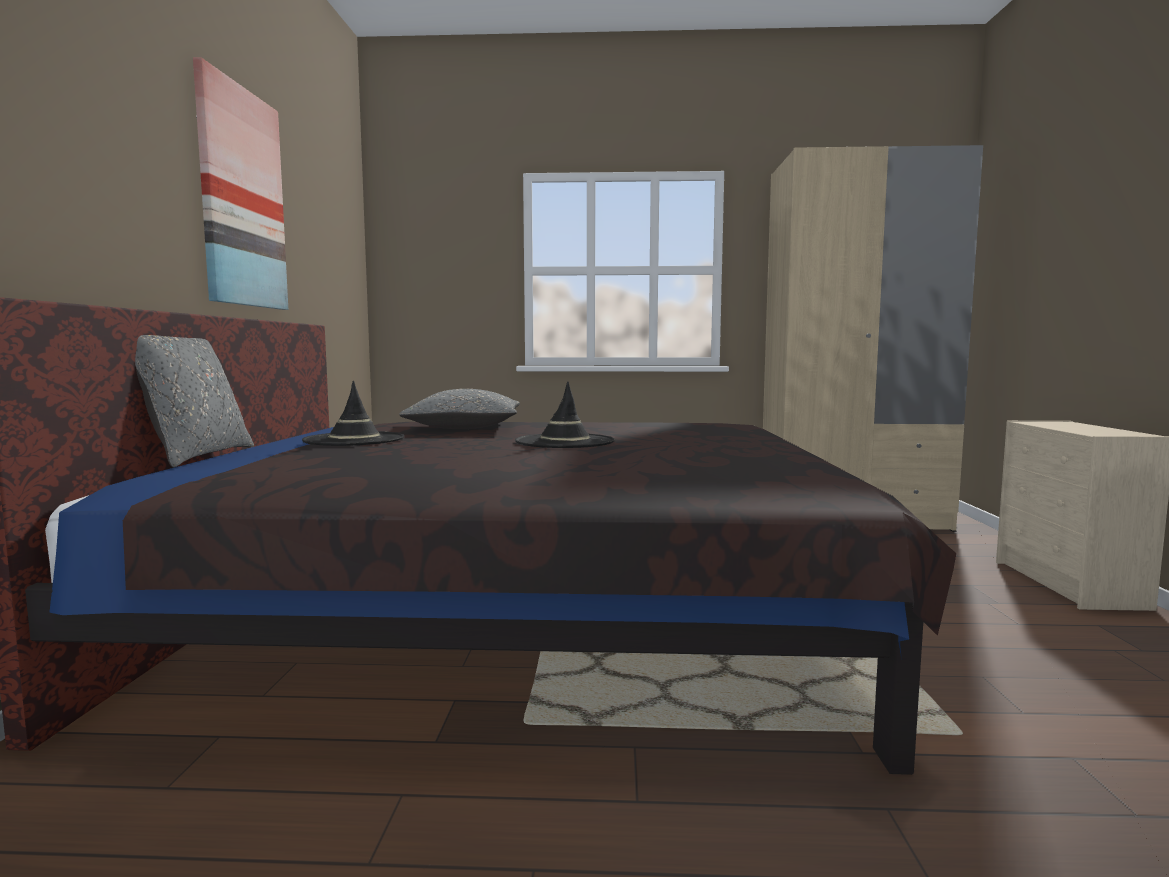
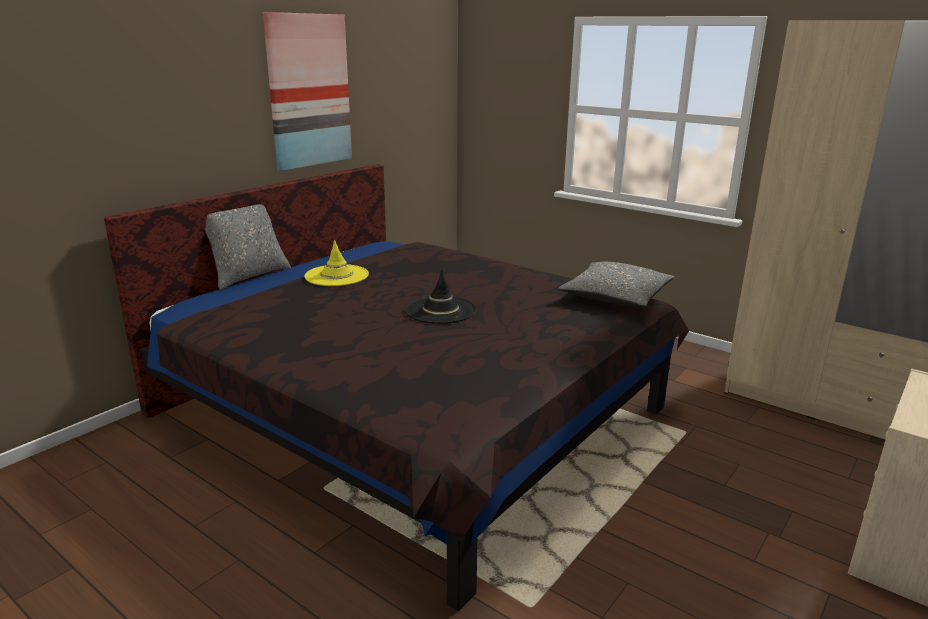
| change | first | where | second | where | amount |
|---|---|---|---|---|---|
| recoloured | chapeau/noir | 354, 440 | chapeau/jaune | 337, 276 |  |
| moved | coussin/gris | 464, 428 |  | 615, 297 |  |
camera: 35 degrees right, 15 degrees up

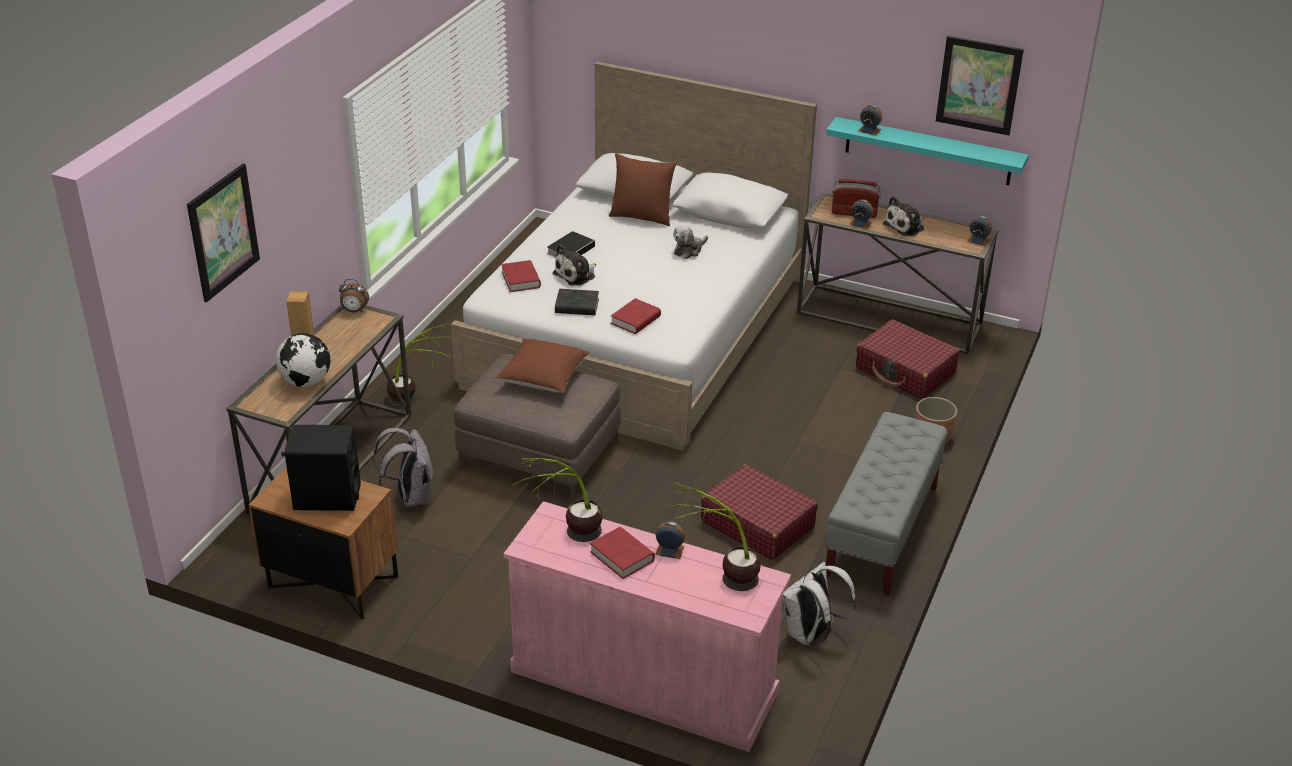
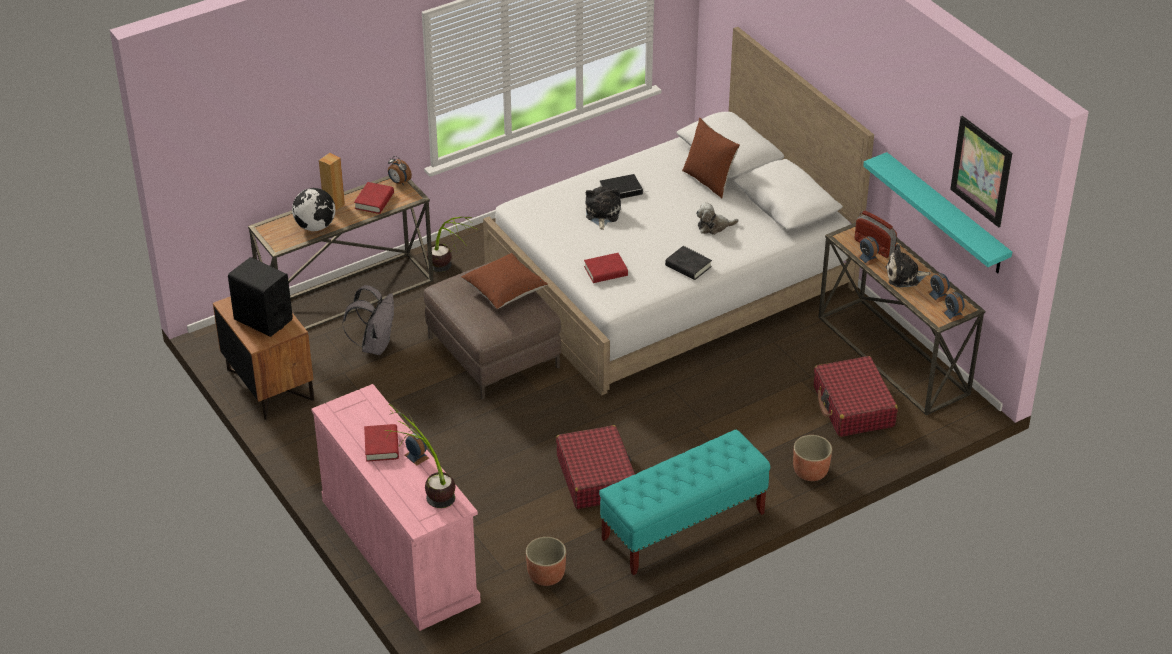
| change | first | where | second | where | amount |
|---|---|---|---|---|---|
| moved | réveil | 869, 130 |  | 938, 295 |  |
| removed | tableau | 223, 232 |  |  |  |
| turned | peluche | 576, 275 |  | 602, 214 | 105 degrees clockwise |
| moved | livre/rouge | 521, 280 |  | 374, 201 |  |
| moved | livre/noir | 577, 306 |  | 688, 266 |  |
| recoloured | banc/gris | 882, 532 | banc/turquoise | 683, 527 |  |
| removed | plante en pot | 565, 537 |  |  |  |
| replaced | sac à dos/blanc | 811, 635 | cache-pot | 546, 575 |  |
camera: 35 degrees right, 5 degrees up

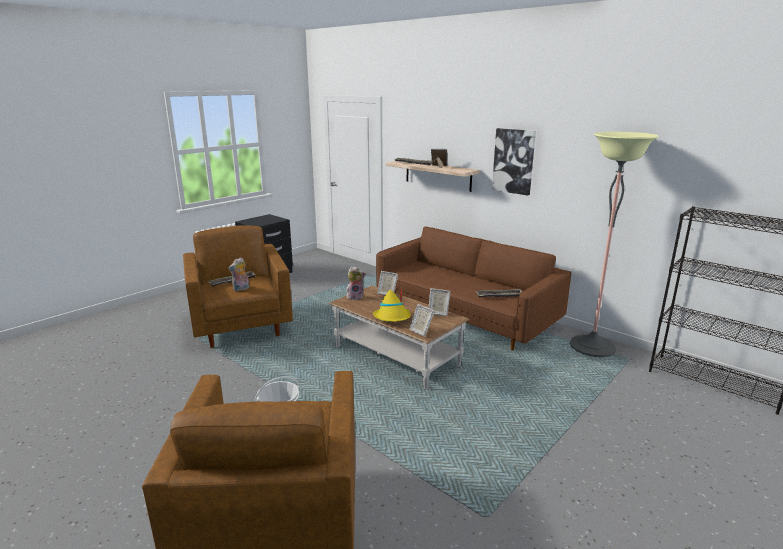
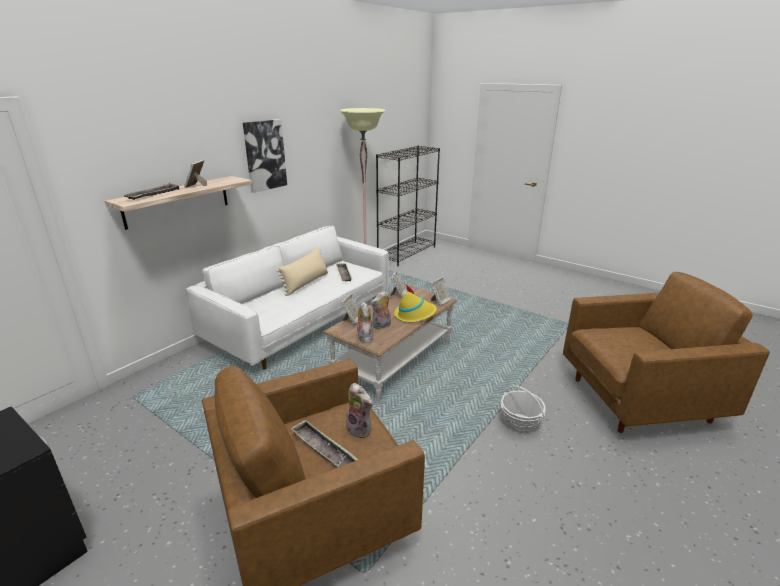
| change | first | where | second | where | amount |
|---|---|---|---|---|---|
| recoloured | canapé/marron | 465, 315 | canapé/blanc | 301, 322 |  |
| added |  |  | coussin/beige | 306, 283 |  |
| added |  |  | peluche | 381, 326 |  |
camera: 95 degrees left, 5 degrees up

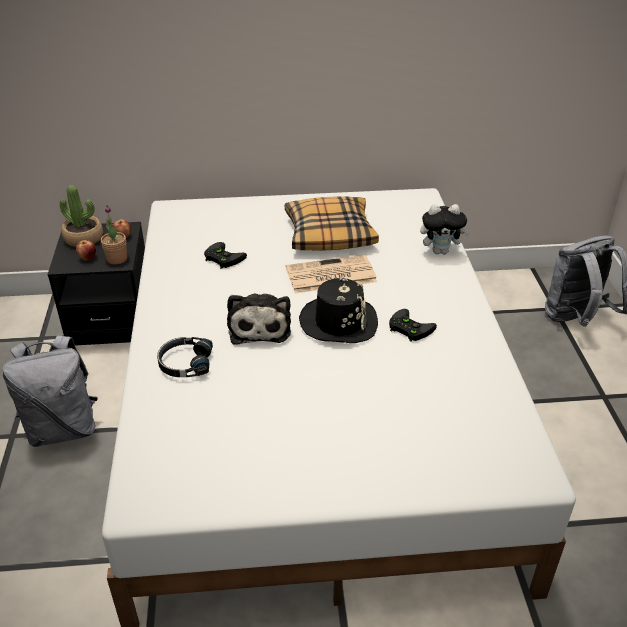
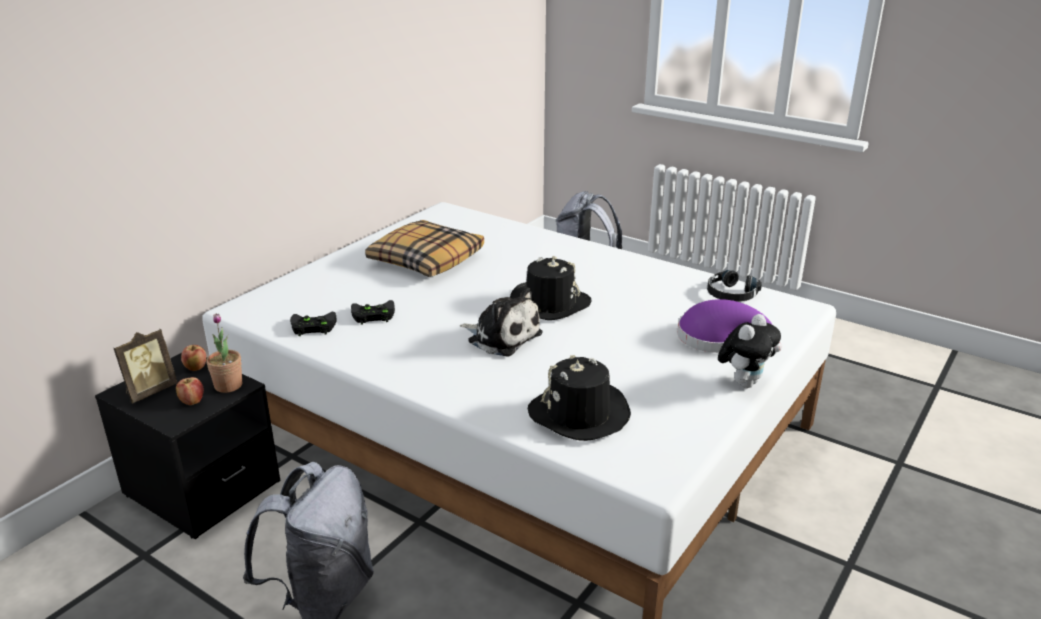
| change | first | where | second | where | amount |
|---|---|---|---|---|---|
| replaced | plante en pot | 84, 238 | cadre photo | 150, 391 |  |
| moved | peluche | 441, 251 |  | 744, 382 |  |
| removed | journal | 329, 275 |  |  |  |
| moved | manette/noir | 408, 328 |  | 312, 327 |  |
| moved | casque audio/noir | 185, 363 |  | 731, 294 |  |
| added |  |  | chapeau/violet | 718, 339 |  |
| added |  |  | chapeau/noir | 579, 414 |  |
camera: 50 degrees left, 10 degrees down

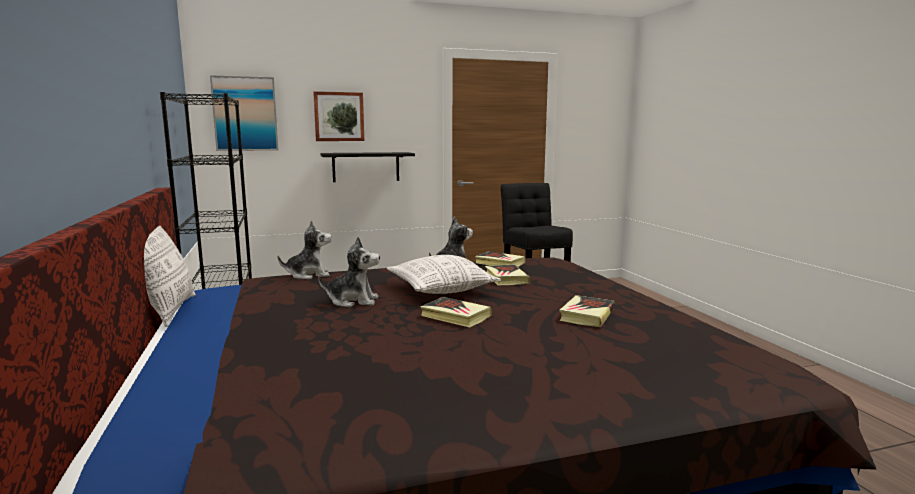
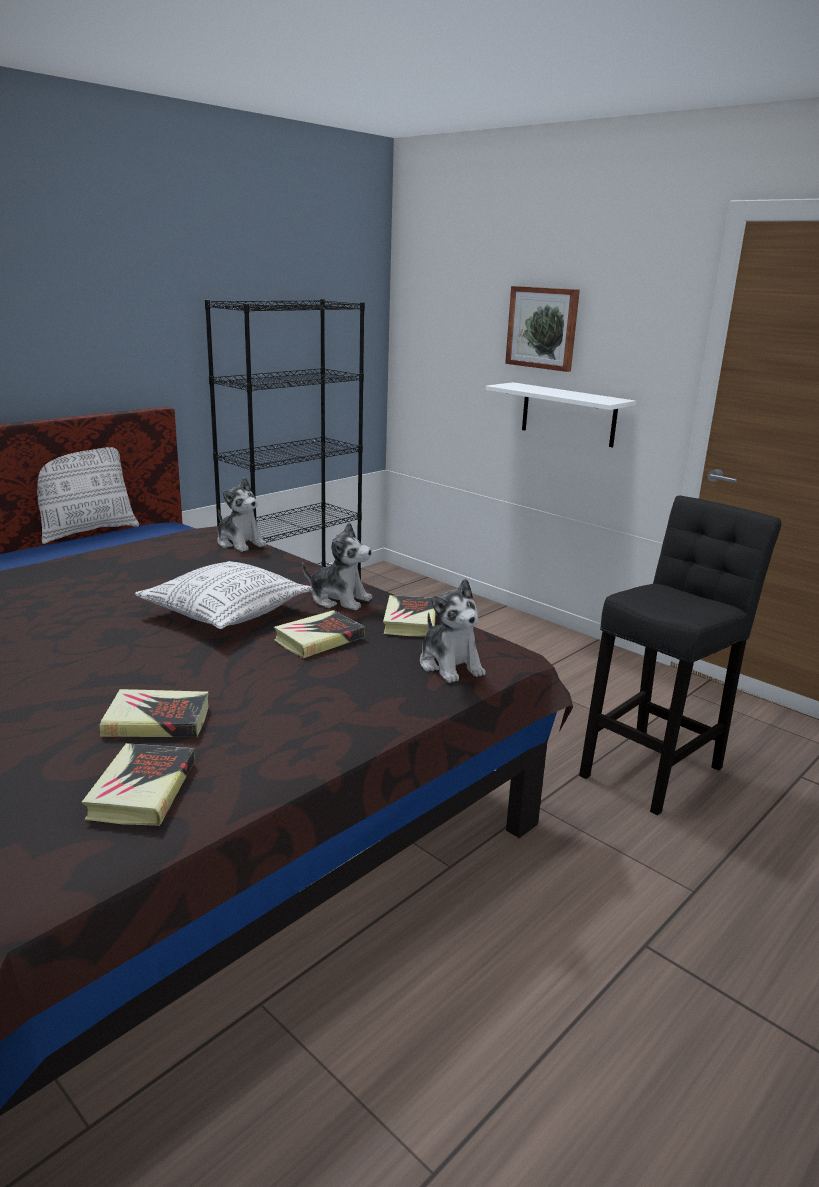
| change | first | where | second | where | amount |
|---|---|---|---|---|---|
| removed | tableau | 245, 114 |  |  |  |
| recoloured | étagère/noir | 366, 167 | étagère/blanc | 568, 414 |  |
| moved | peluche | 353, 301 |  | 450, 665 |  |
| moved | livre | 455, 316 |  | 142, 790 |  |
camera: 60 degrees right, 10 degrees up

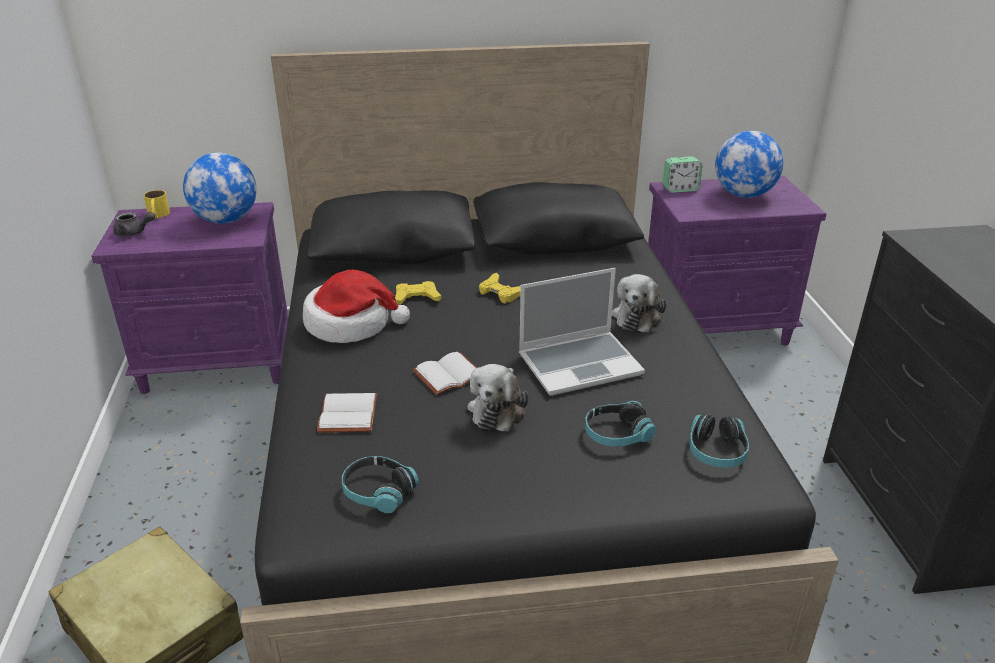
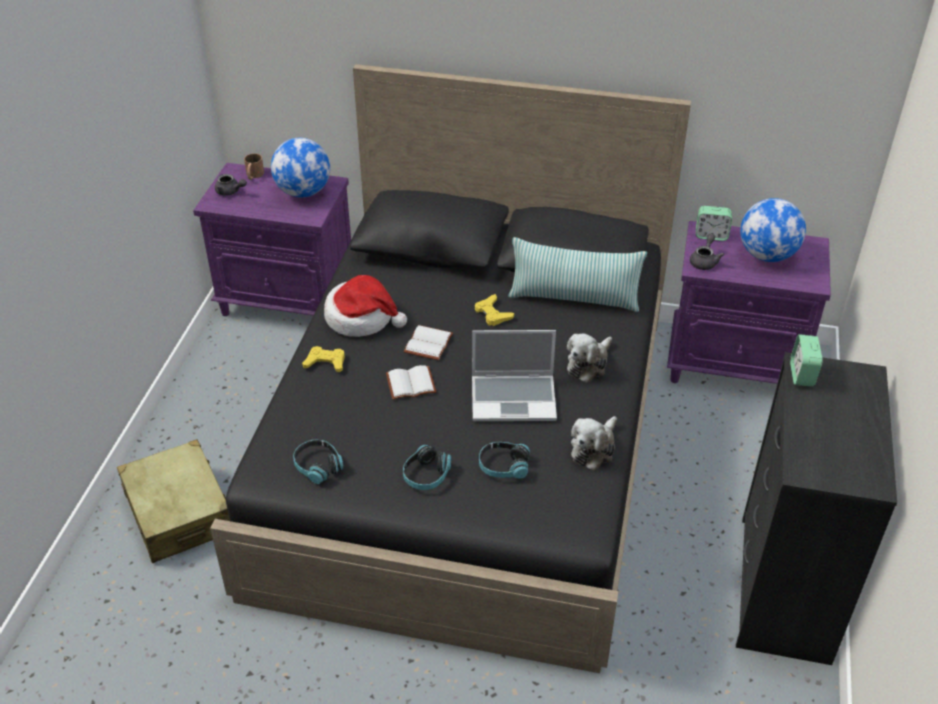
| change | first | where | second | where | amount |
|---|---|---|---|---|---|
| recoloured | mug/jaune | 158, 215 | mug/marron | 253, 175 |  |
| moved | manette/jaune | 416, 298 |  | 325, 362 |  |
| moved | peluche | 498, 409 |  | 594, 448 |  |
| moved | livre/blanc | 346, 413 |  | 427, 343 |  |
| moved | casque audio | 716, 452 |  | 426, 475 |  |
| added |  |  | théière/gris | 704, 261 |  |
| added |  |  | coussin | 574, 298 |  |
| added |  |  | réveil | 802, 374 |  |
camera: 20 degrees right, 10 degrees up

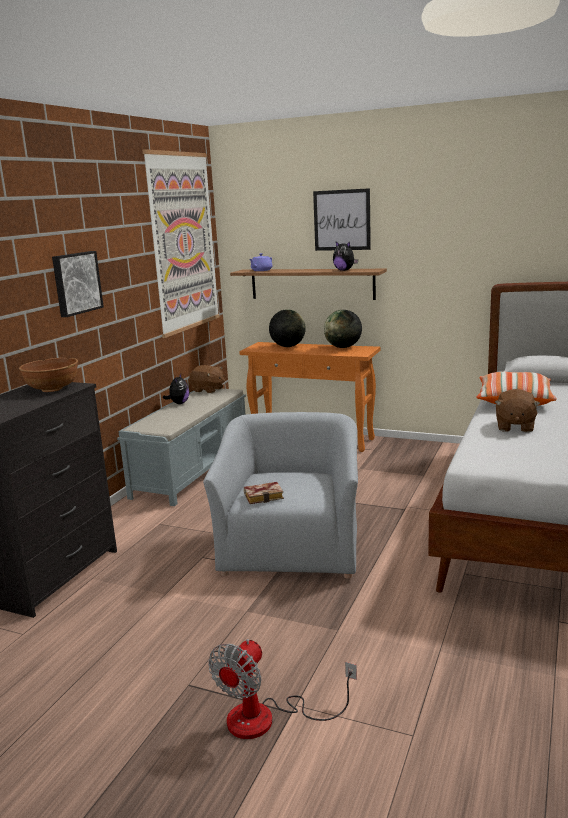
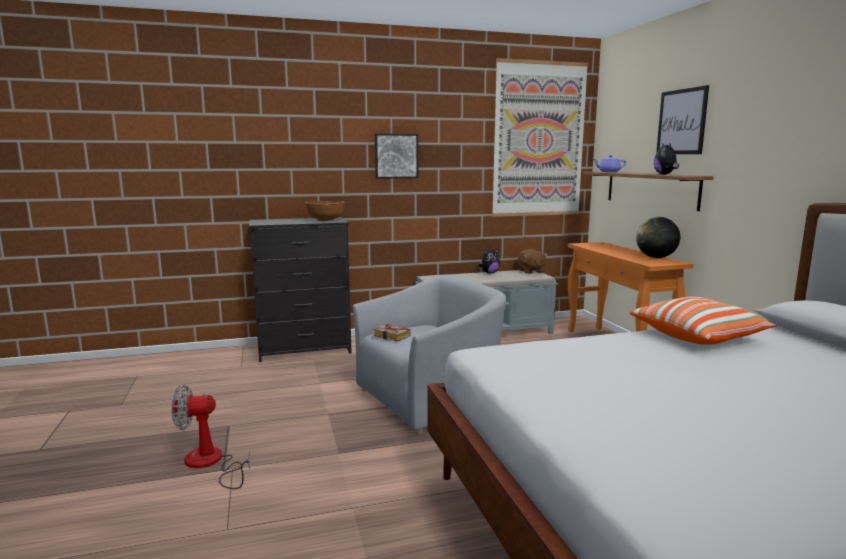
| change | first | where | second | where | amount |
|---|---|---|---|---|---|
| removed | globe | 288, 346 |  |  |  |
| removed | peluche/marron | 514, 427 |  |  |  |
camera: 50 degrees right, 5 degrees down

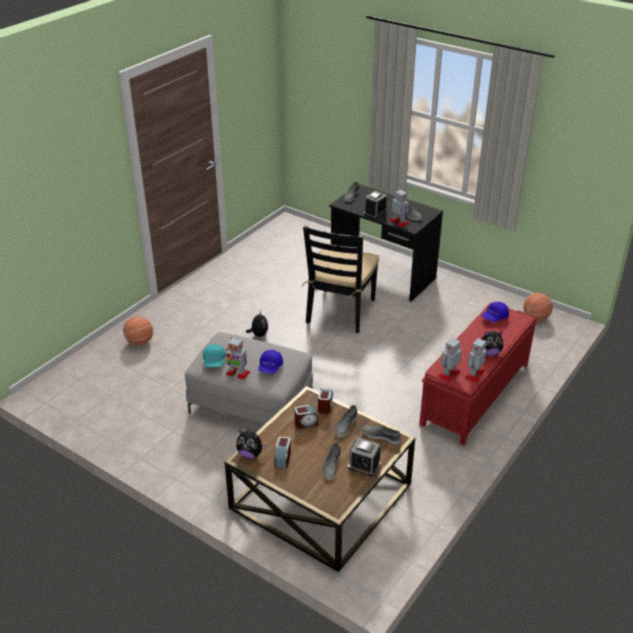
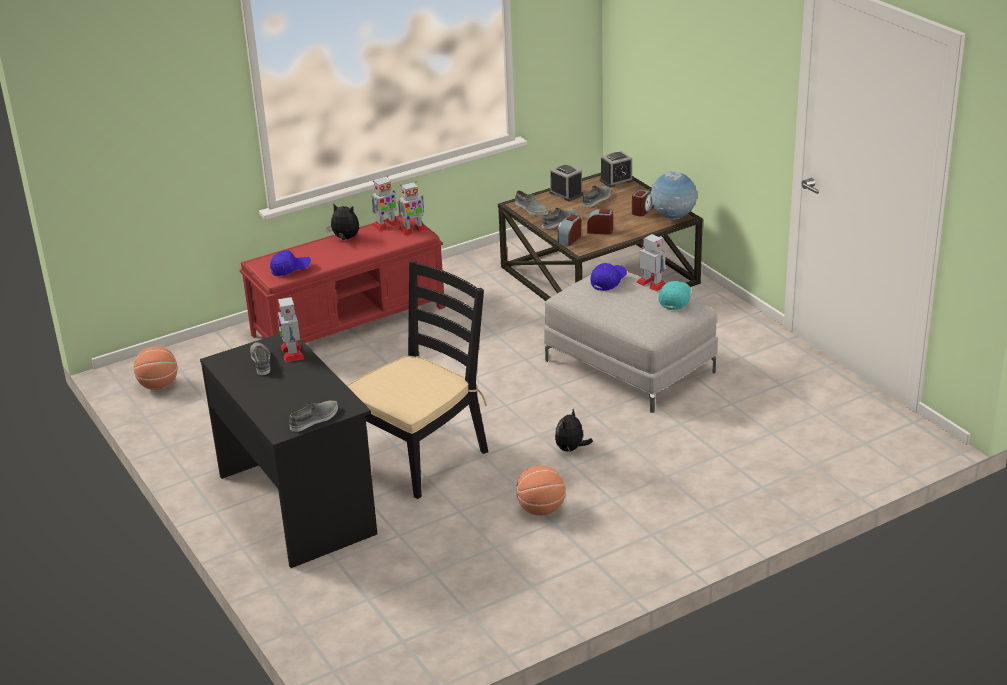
| change | first | where | second | where | amount |
|---|---|---|---|---|---|
| moved | réveil | 375, 212 |  | 616, 180 |  |
| moved | ballon de basket | 139, 342 |  | 541, 509 |  |
| replaced | peluche | 250, 454 | globe | 673, 218 |  |
camera: 155 degrees left, 5 degrees down

